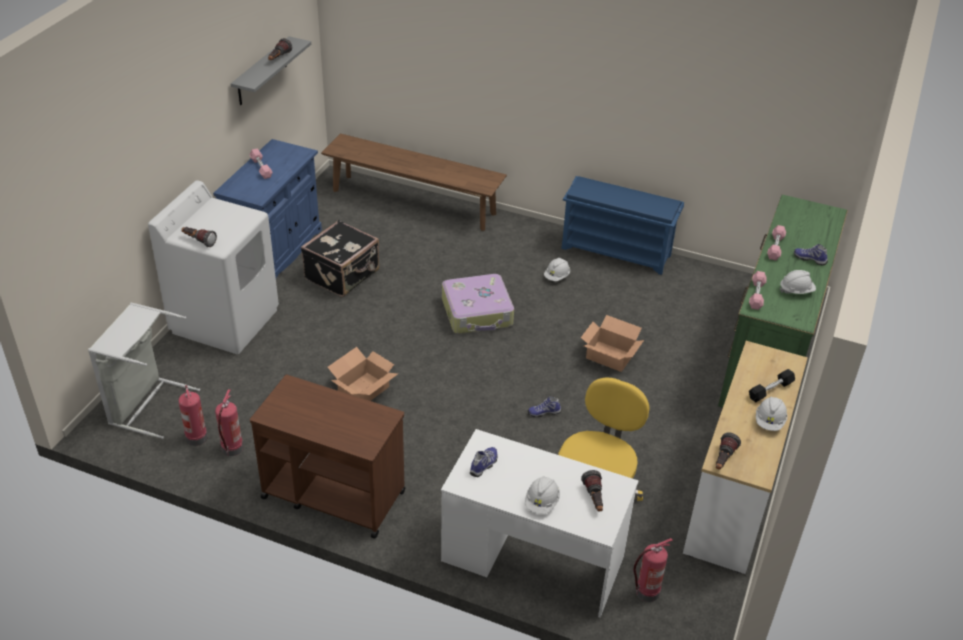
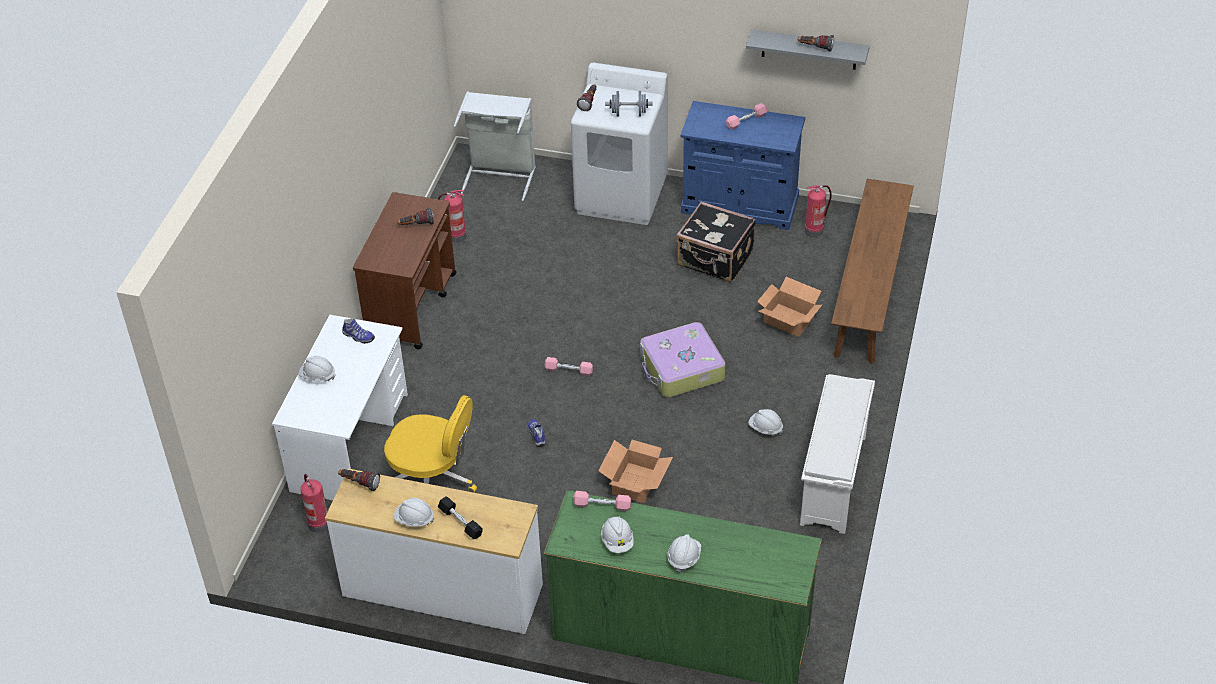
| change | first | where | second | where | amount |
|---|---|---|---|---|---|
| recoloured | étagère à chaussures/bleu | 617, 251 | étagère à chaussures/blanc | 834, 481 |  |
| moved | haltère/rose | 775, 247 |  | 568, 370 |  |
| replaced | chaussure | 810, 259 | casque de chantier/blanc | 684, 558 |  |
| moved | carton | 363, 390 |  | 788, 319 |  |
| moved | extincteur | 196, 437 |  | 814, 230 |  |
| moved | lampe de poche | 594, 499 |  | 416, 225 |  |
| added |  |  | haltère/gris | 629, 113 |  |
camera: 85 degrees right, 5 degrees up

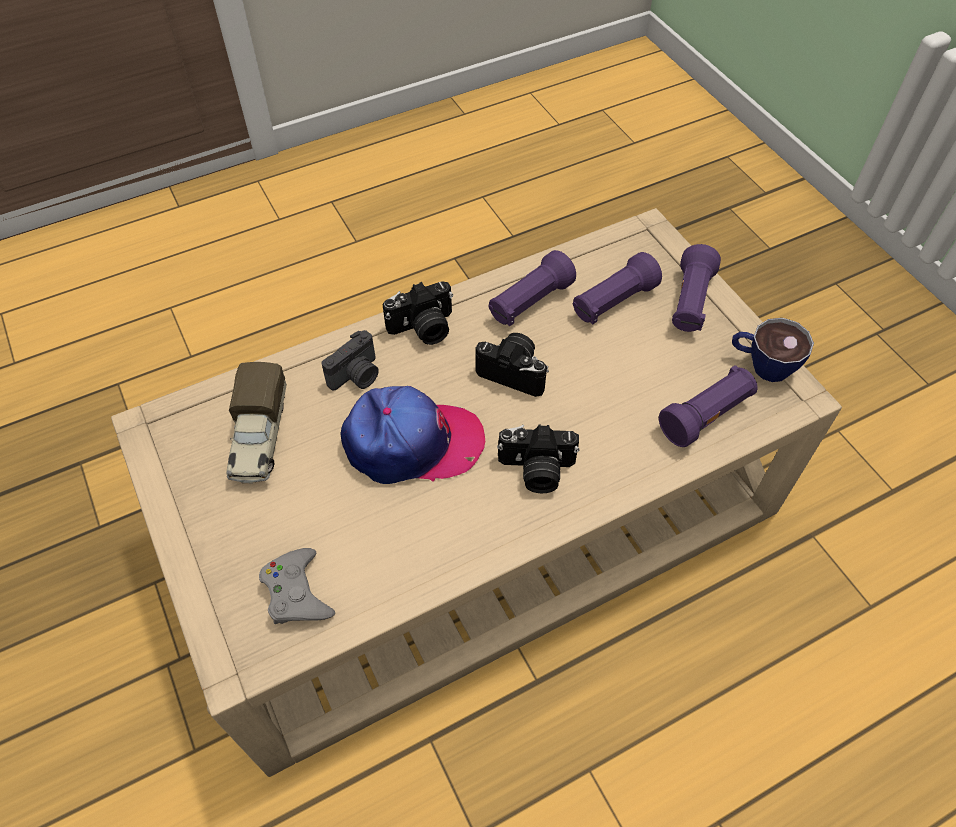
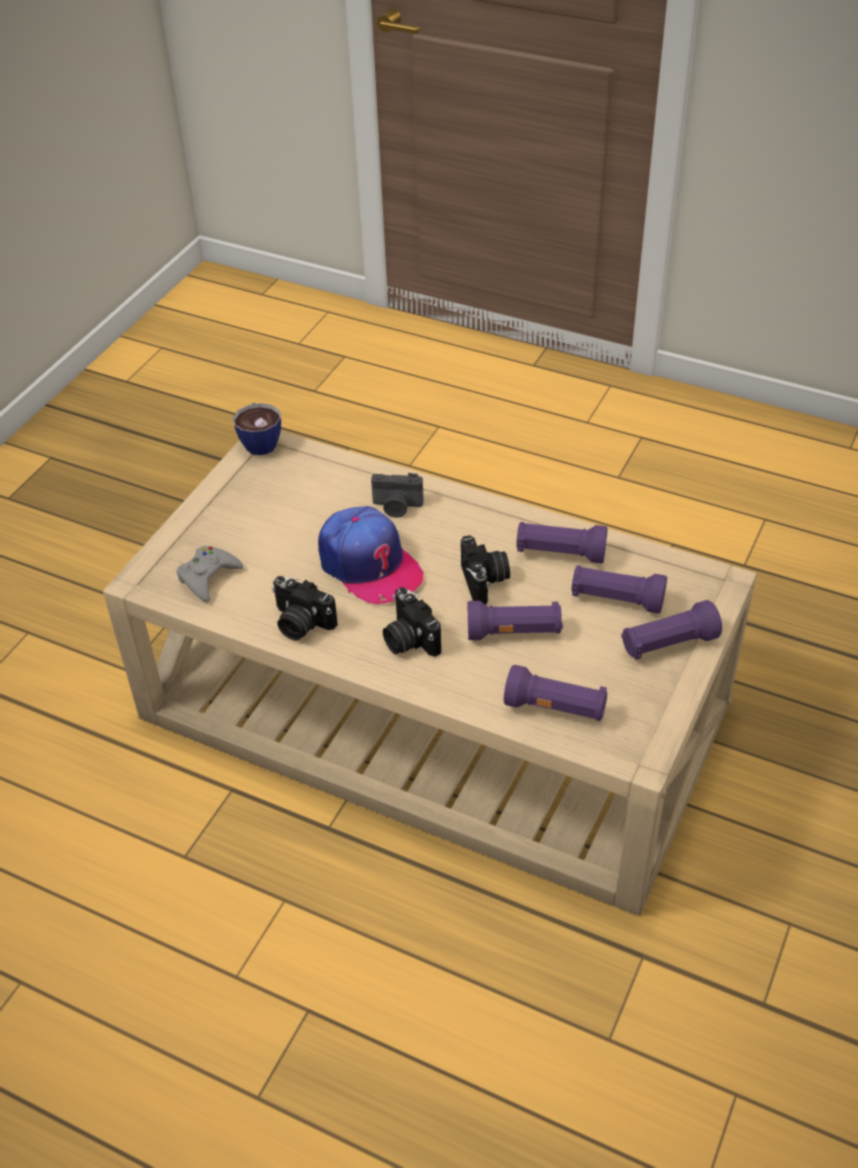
| change | first | where | second | where | amount |
|---|---|---|---|---|---|
| moved | appareil photo | 423, 329 |  | 300, 623 |  |
| moved | tasse | 761, 364 |  | 260, 441 |  |
| removed | camion jouet | 259, 438 |  |  |  |
| added |  |  | lampe de poche/violet | 514, 633 |  |
camera: 55 degrees right, 10 degrees down

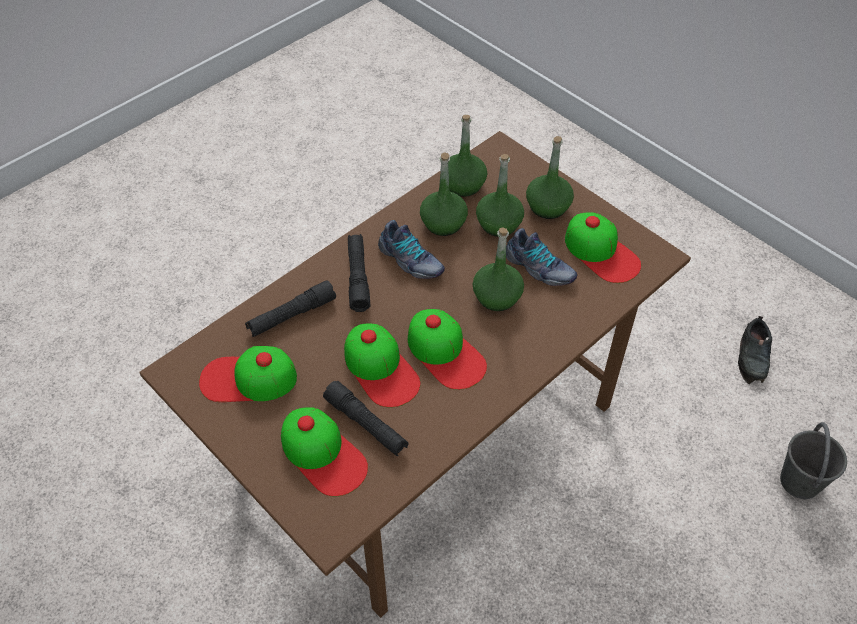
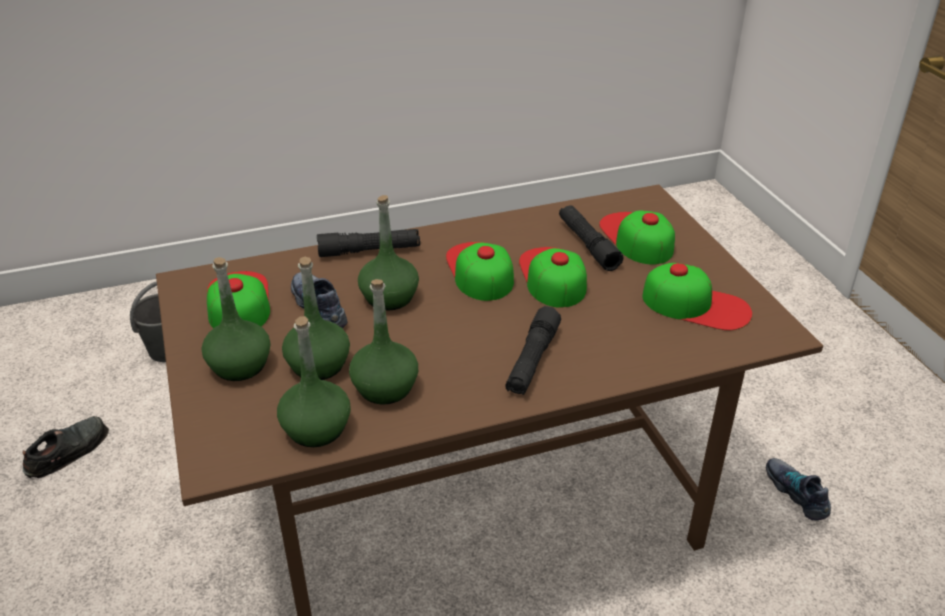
| change | first | where | second | where | amount |
|---|---|---|---|---|---|
| moved | chaussure | 410, 261 |  | 796, 493 |  |
| moved | lampe de poche/noir | 292, 315 |  | 369, 251 |  |
camera: 155 degrees left, 15 degrees down

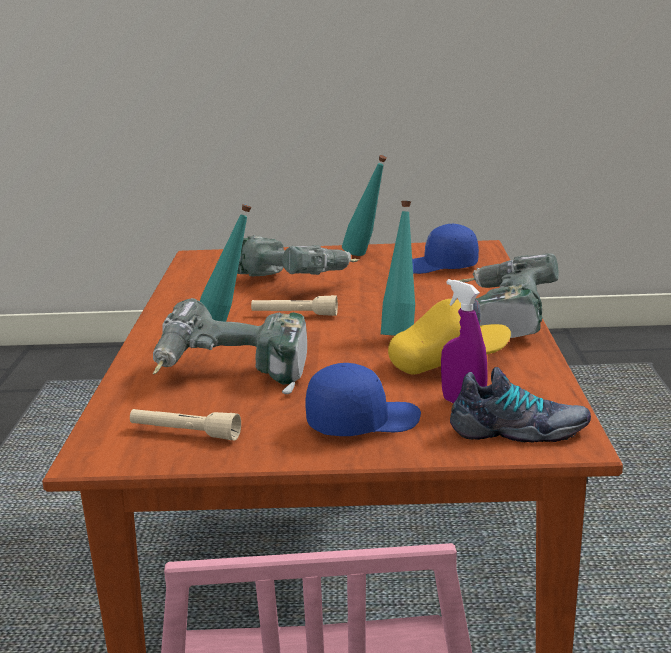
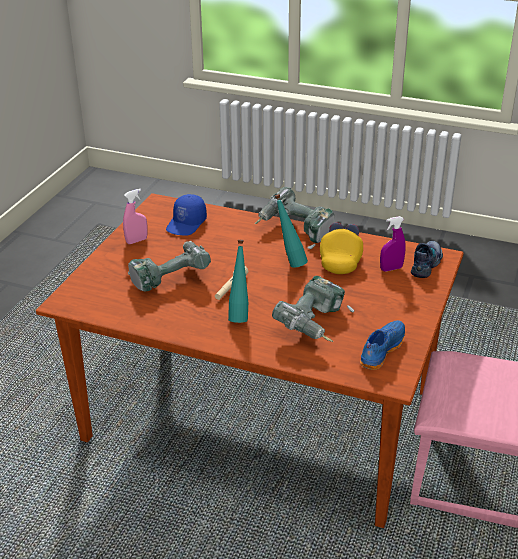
| change | first | where | second | where | amount |
|---|---|---|---|---|---|
| replaced | bouteille/turquoise | 366, 255 | vaporisateur/rose | 136, 241 |  |
| removed | casquette/bleu | 362, 422 |  |  |  |
| replaced | lampe de poche/beige | 184, 433 | chaussure/bleu | 381, 350 |  |
camera: 70 degrees left, 15 degrees up

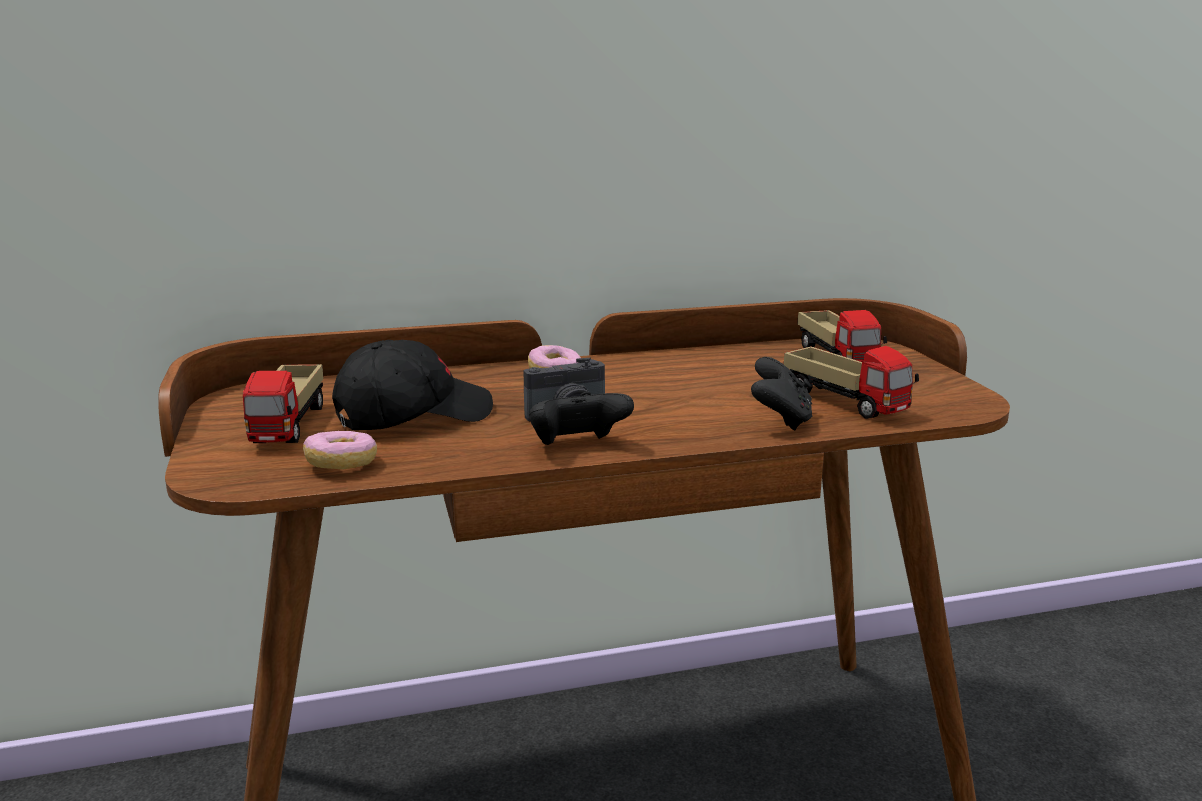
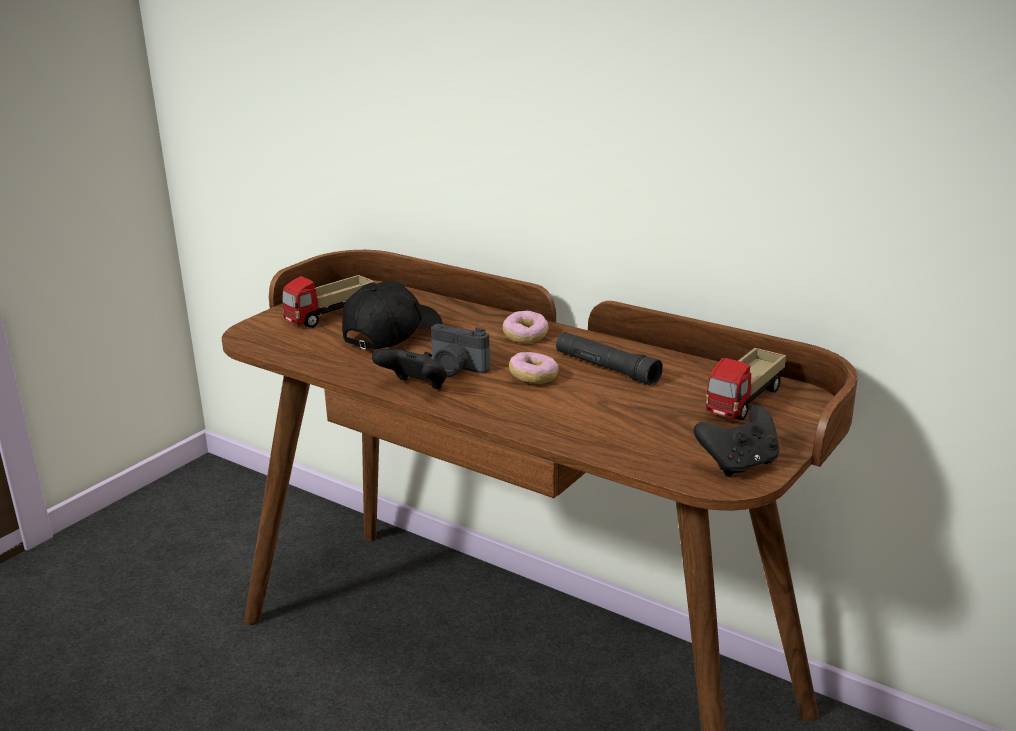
| change | first | where | second | where | amount |
|---|---|---|---|---|---|
| turned | casquette/noir | 413, 416 |  | 392, 333 | 75 degrees counterclockwise |
| removed | camion jouet | 846, 403 |  |  |  |
| moved | manette/noir | 780, 420 |  | 739, 464 |  |
| moved | beignet | 342, 465 |  | 533, 378 |  |
| added |  |  | lampe de poche/noir | 606, 368 |  |
camera: 50 degrees right, 5 degrees up

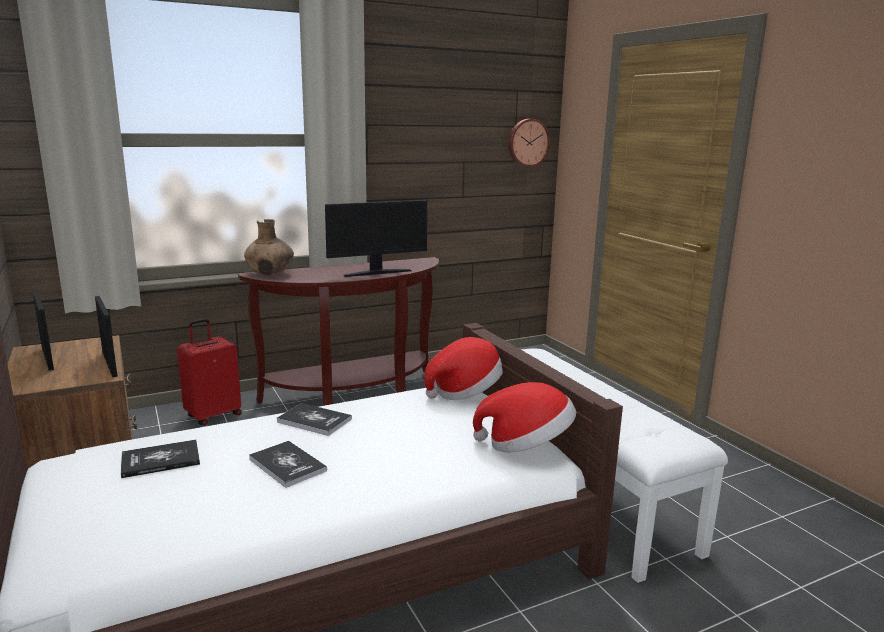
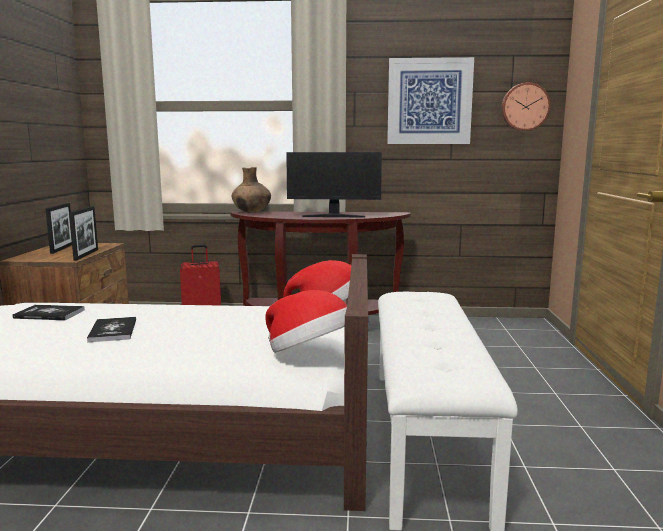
| change | first | where | second | where | amount |
|---|---|---|---|---|---|
| removed | livre | 314, 420 |  |  |  |
| added |  |  | tableau | 429, 101 |  |
camera: 30 degrees right, 5 degrees down

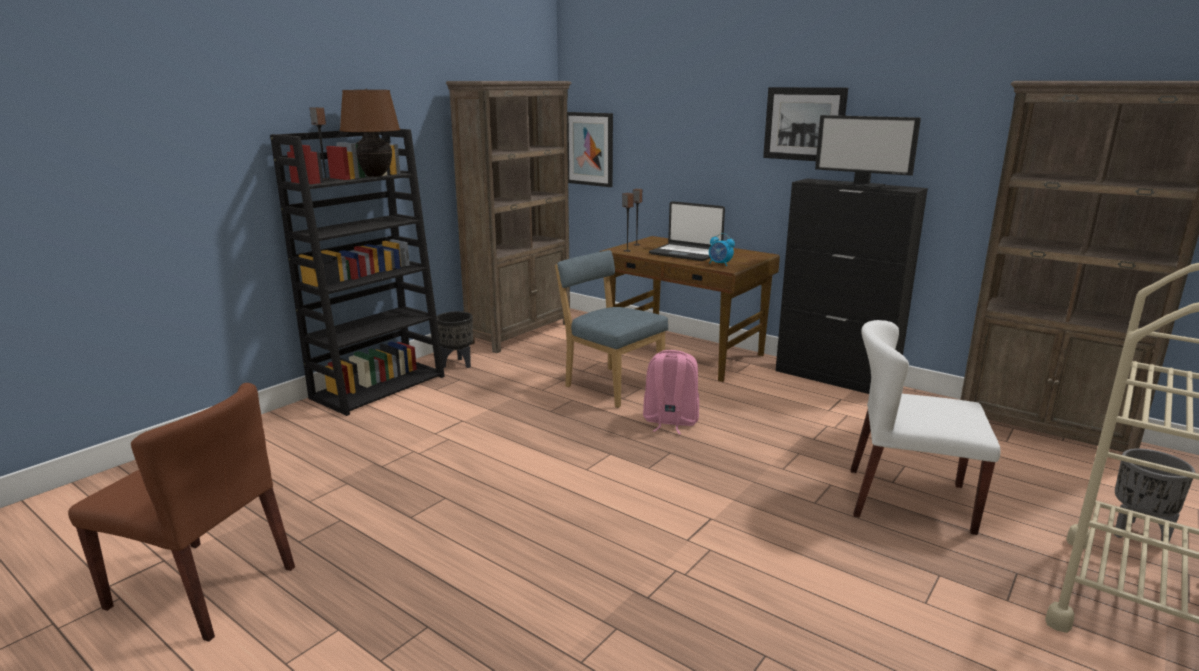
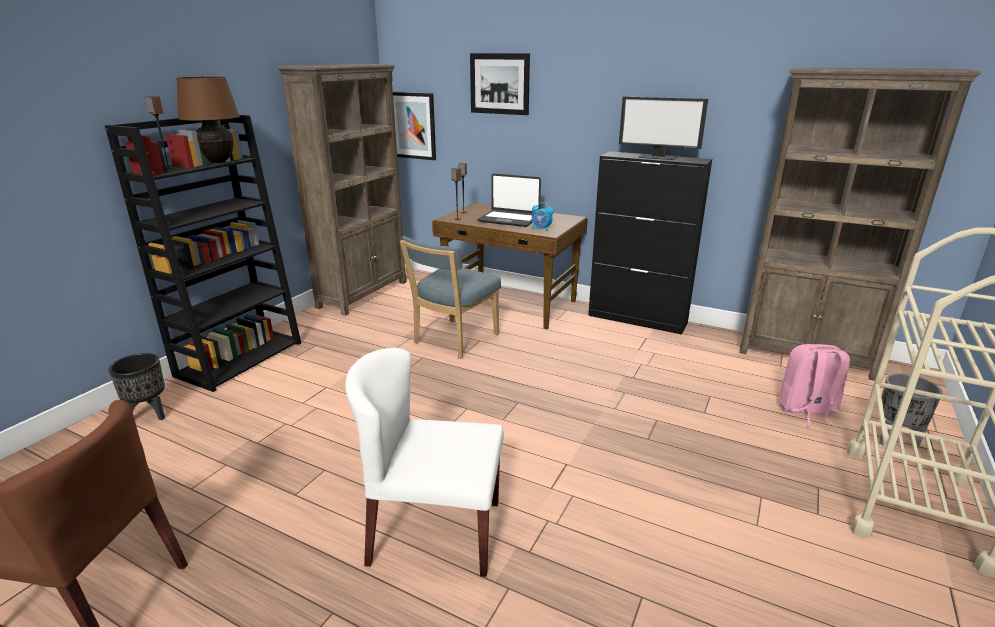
| change | first | where | second | where | amount |
|---|---|---|---|---|---|
| moved | tableau | 804, 124 |  | 499, 84 |  |
| turned | chaise/bleu | 610, 385 |  | 453, 340 | 90 degrees counterclockwise |
| moved | cache-pot/noir | 457, 364 |  | 149, 415 |  |
| moved | chaise/blanc | 907, 500 |  | 434, 532 |  |
| moved | sac à dos/rose | 670, 421 |  | 807, 410 |  |
camera: 10 degrees left, 5 degrees up

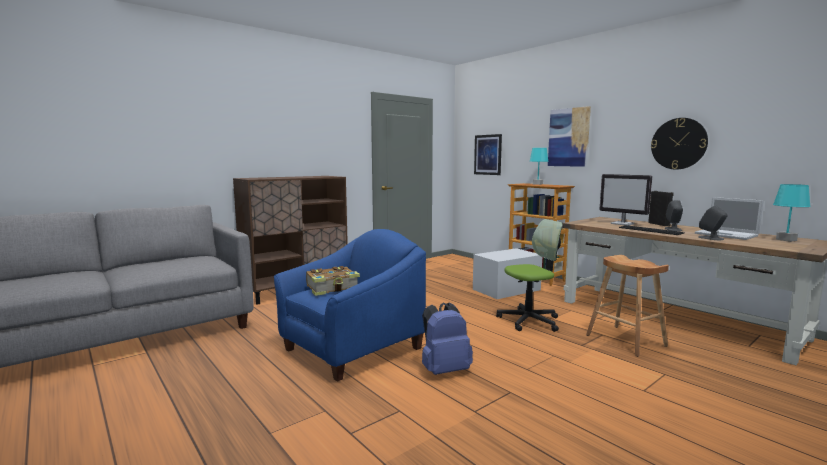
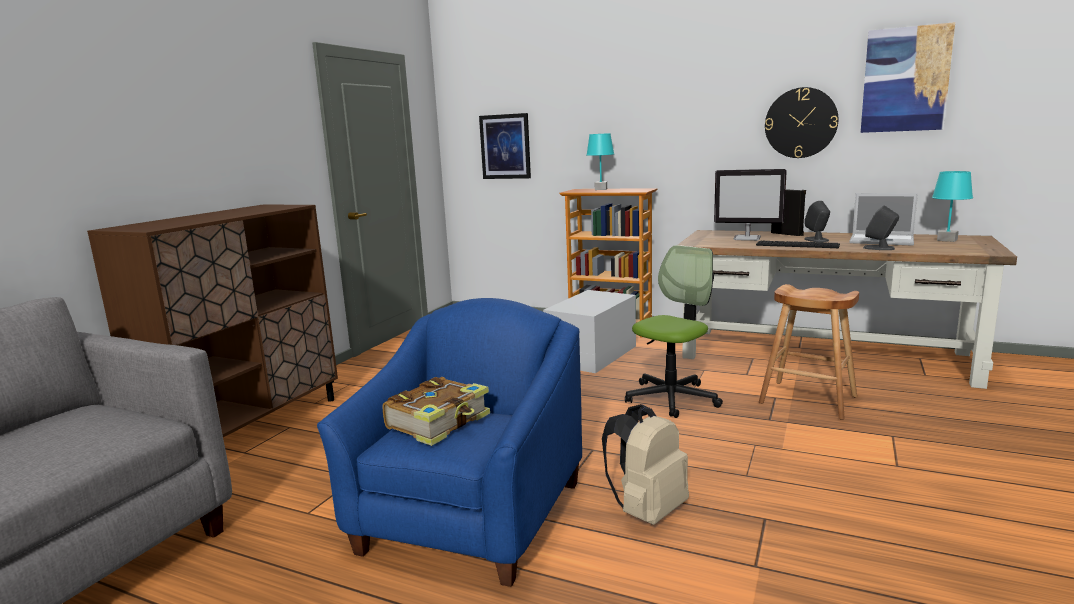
| change | first | where | second | where | amount |
|---|---|---|---|---|---|
| moved | tableau | 568, 137 |  | 905, 80 |  |
| recoloured | sac à dos/bleu | 444, 370 | sac à dos/beige | 647, 511 |  |
camera: 25 degrees left, 5 degrees up

